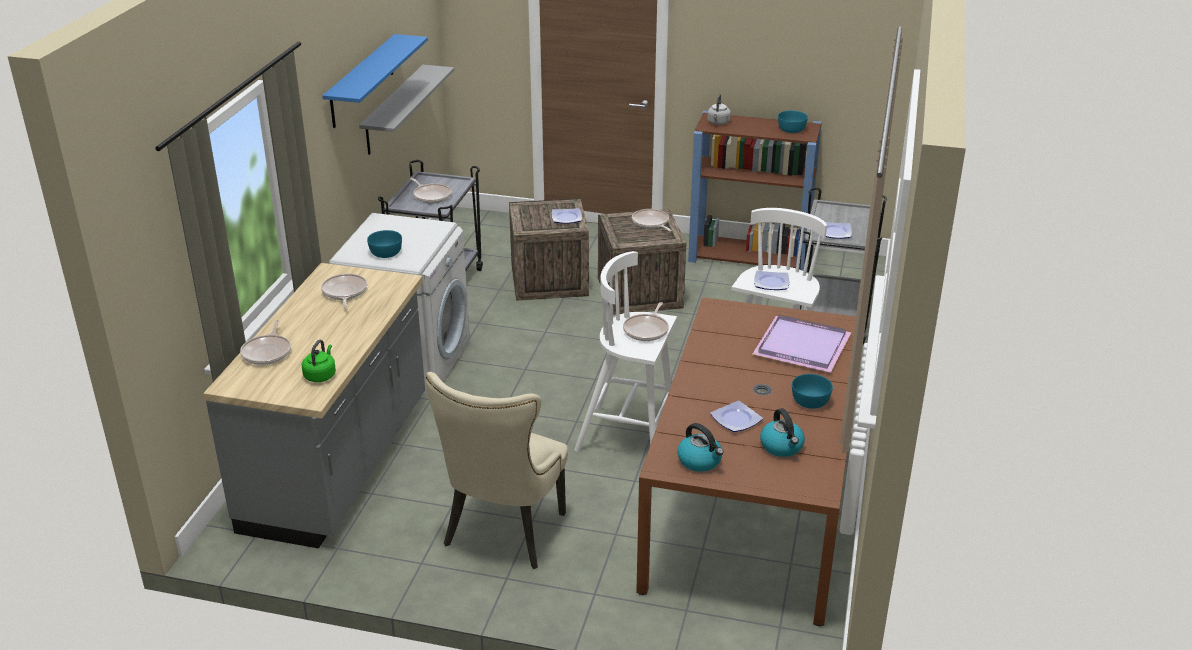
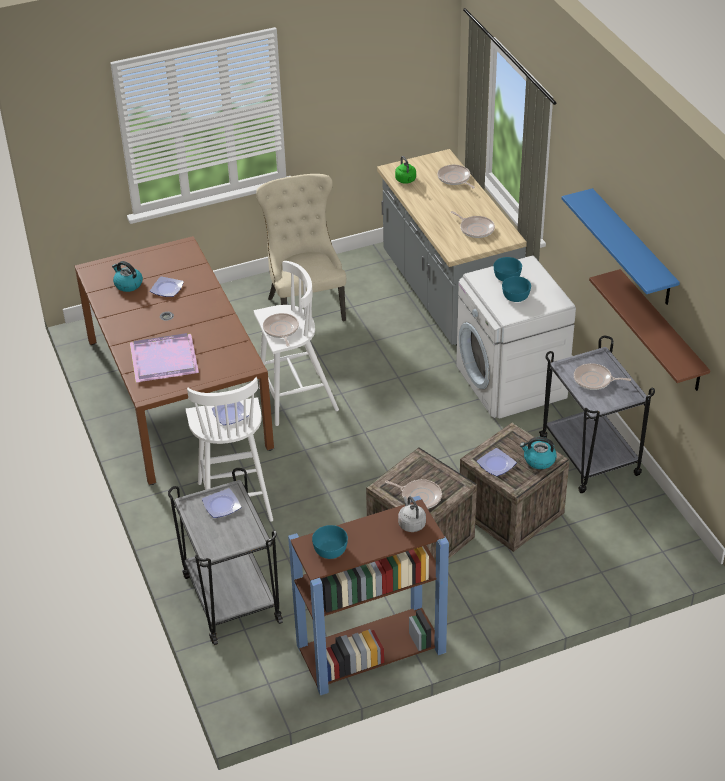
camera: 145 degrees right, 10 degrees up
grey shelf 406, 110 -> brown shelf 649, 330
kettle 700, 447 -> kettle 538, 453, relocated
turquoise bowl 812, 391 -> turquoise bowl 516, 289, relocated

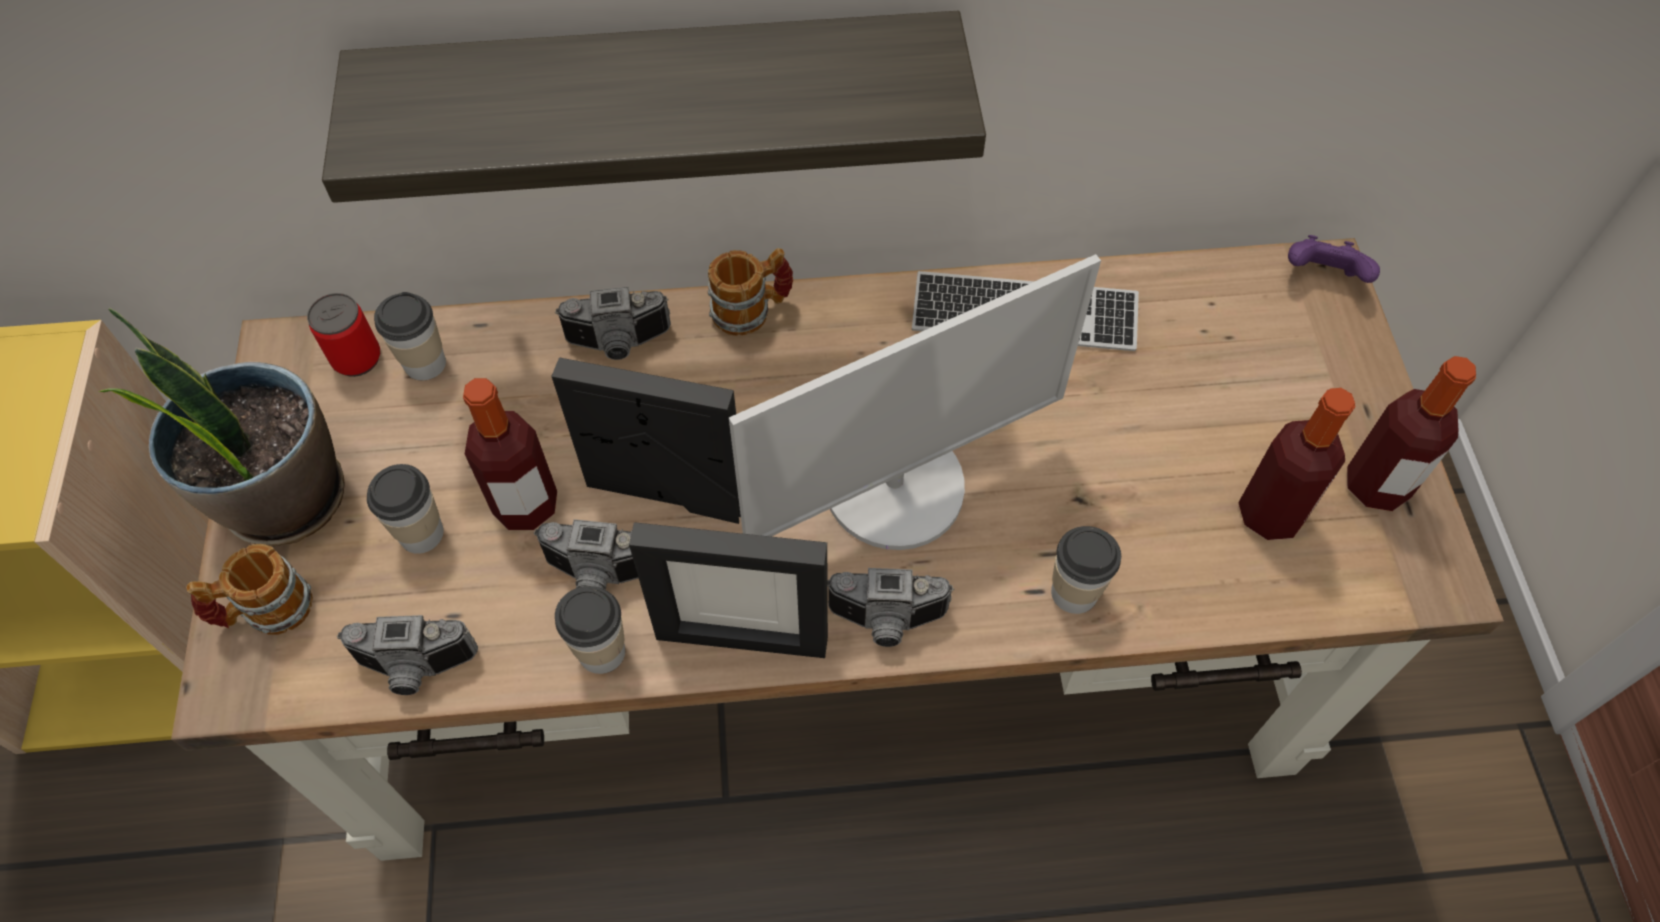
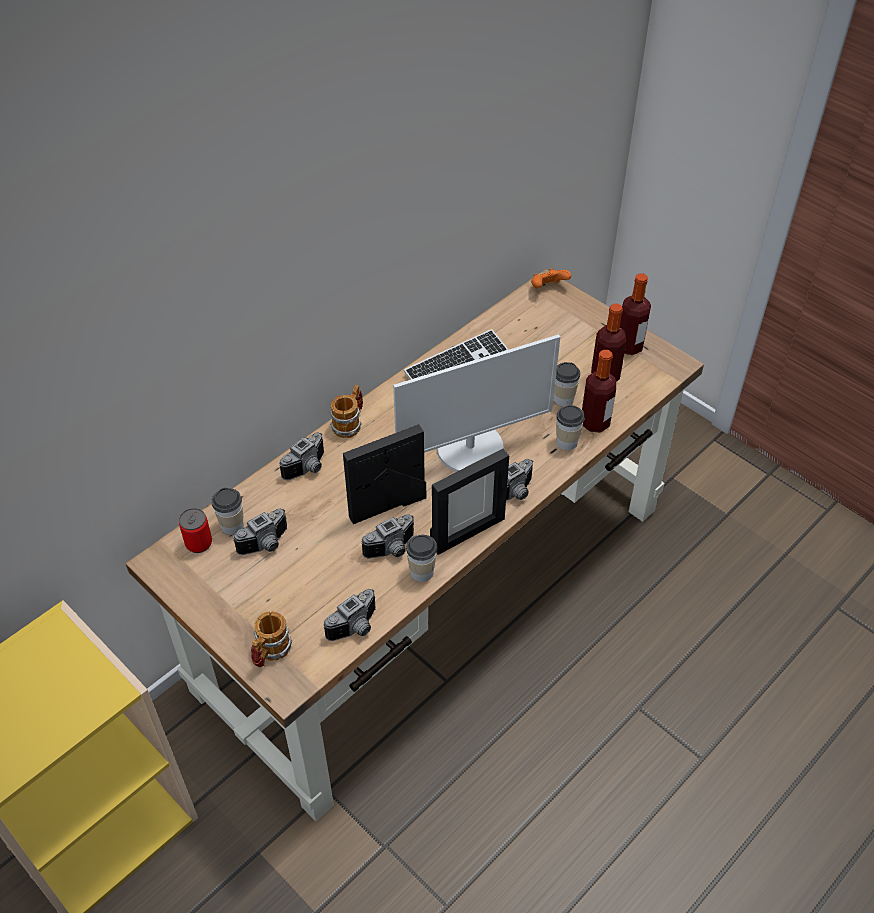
camera: 40 degrees left, 10 degrees down
potted plant 221, 426 -> none
shelf 654, 107 -> none
cup 405, 509 -> cup 567, 384, relocated
bottle 510, 454 -> bottle 599, 391, relocated
monitor 915, 402 -> monitor 476, 403, 45 degrees clockwise
purple game controller 1334, 259 -> orange game controller 551, 278
none -> photo camera 260, 531

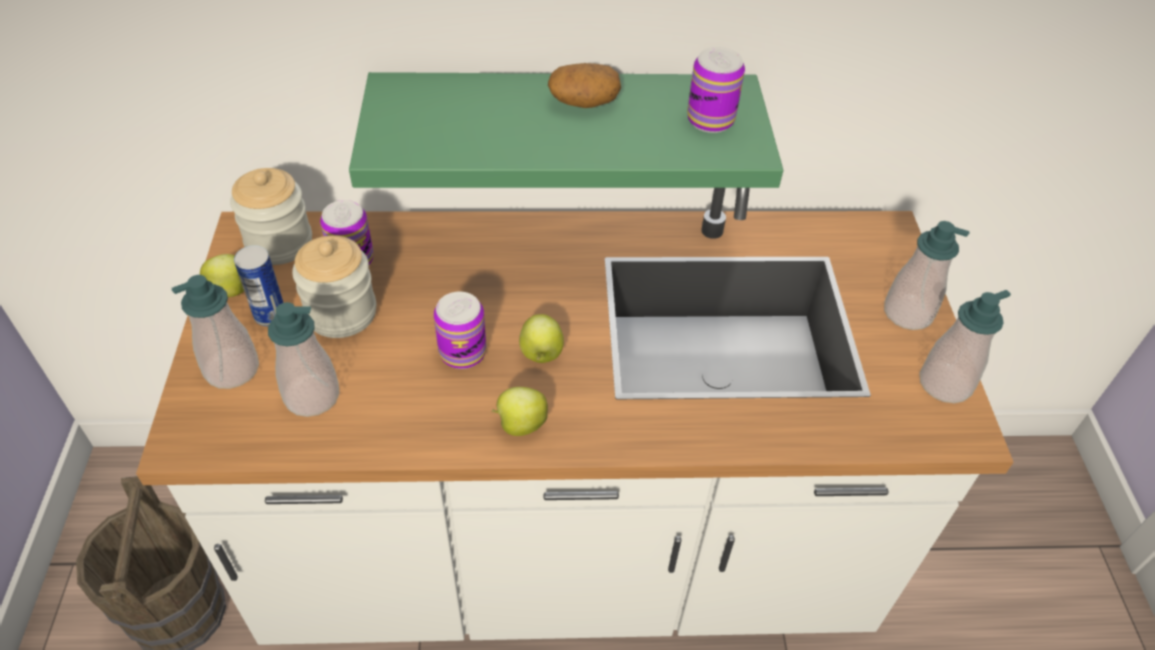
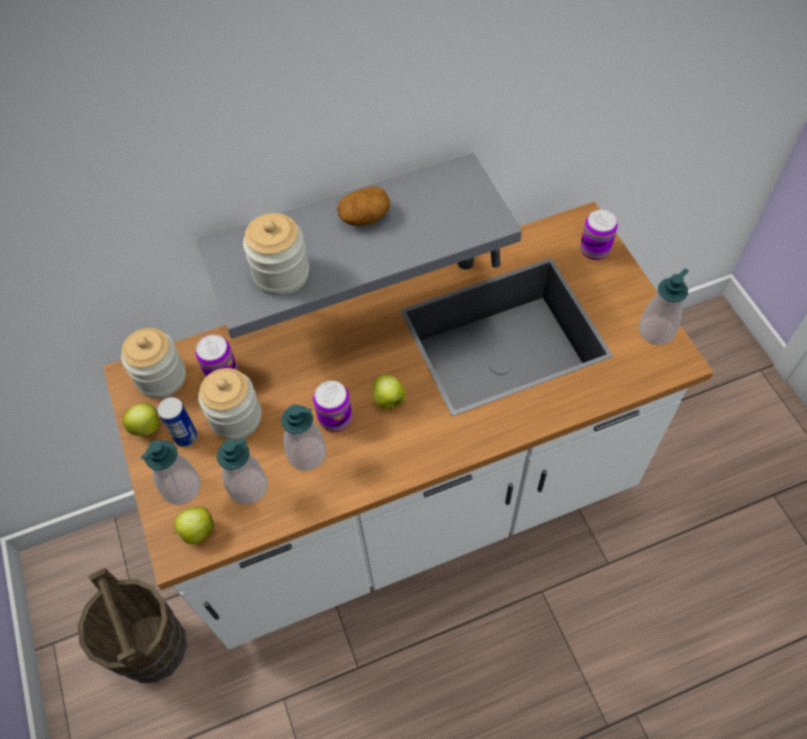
camera: 15 degrees left, 10 degrees up
green shelf 566, 130 -> grey shelf 359, 246
apple 519, 411 -> apple 193, 525, relocated
can 716, 90 -> can 599, 235, relocated
soap dispenser 926, 275 -> soap dispenser 303, 437, relocated
none -> jar 276, 254

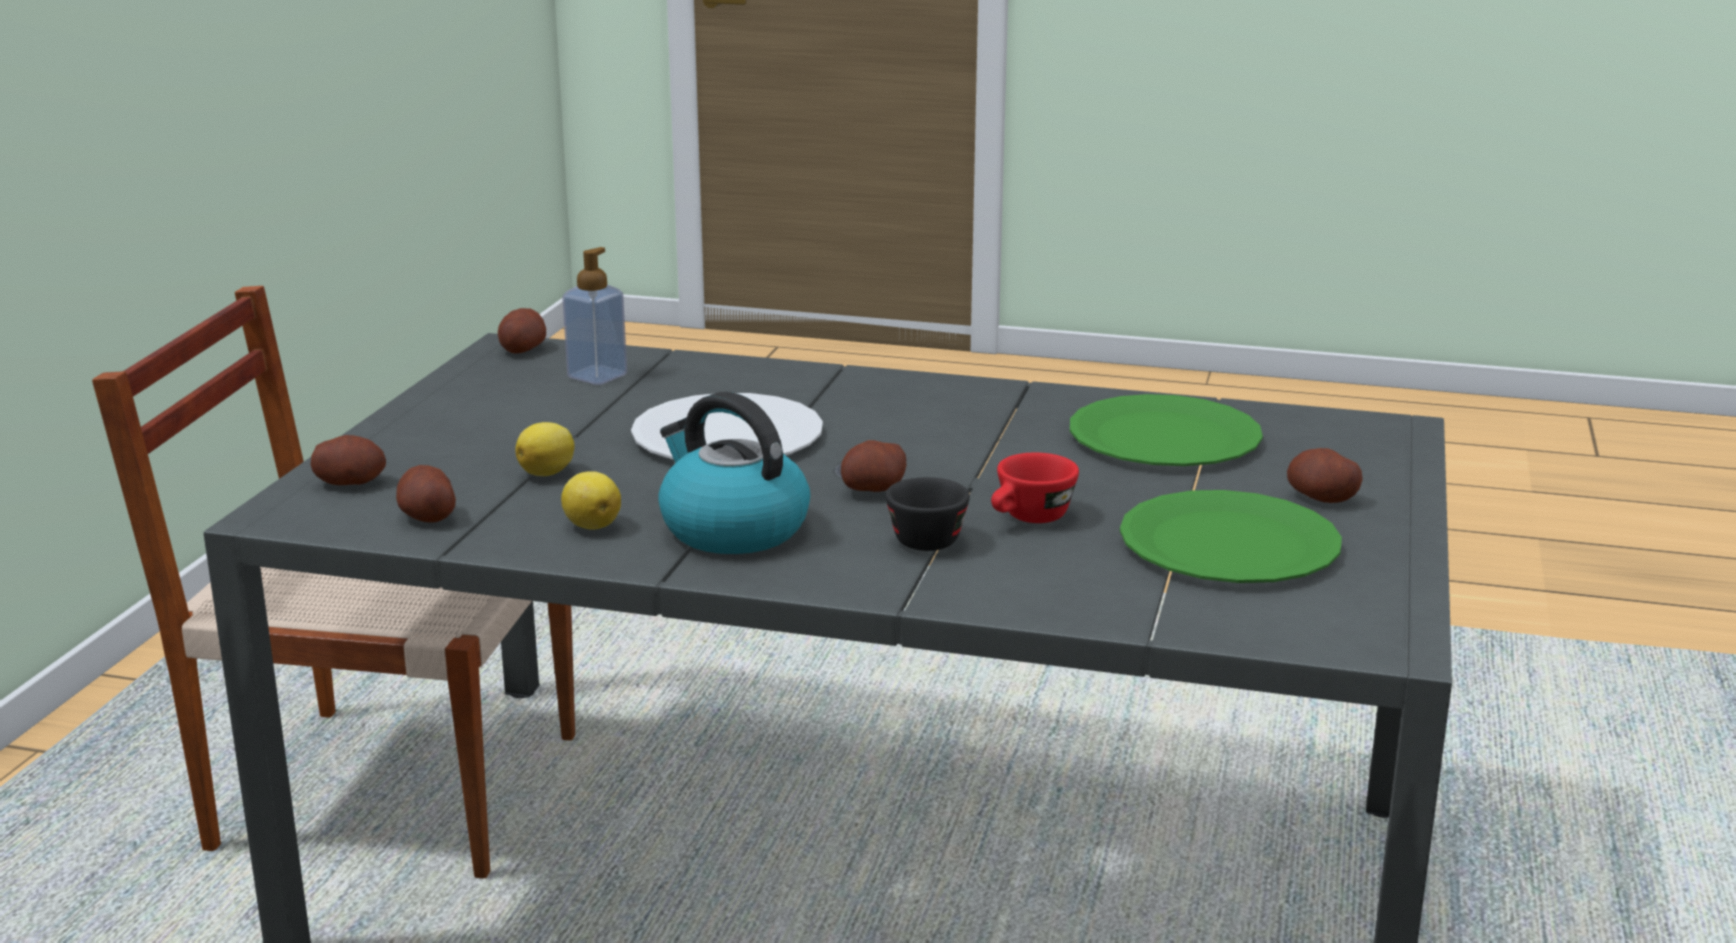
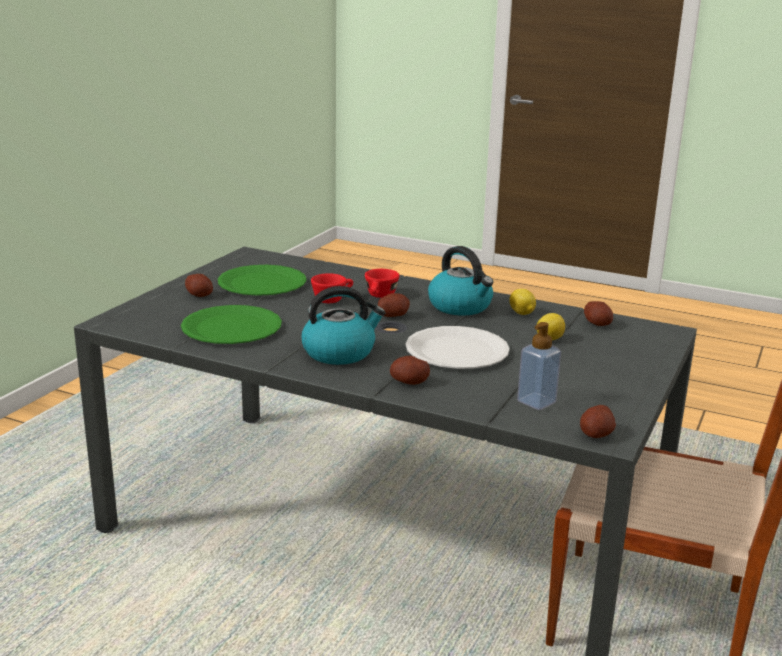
camera: 170 degrees left, 0 degrees up
potato 348, 460 -> potato 410, 370, relocated
black cup 927, 514 -> red cup 382, 283
none -> kettle 343, 325

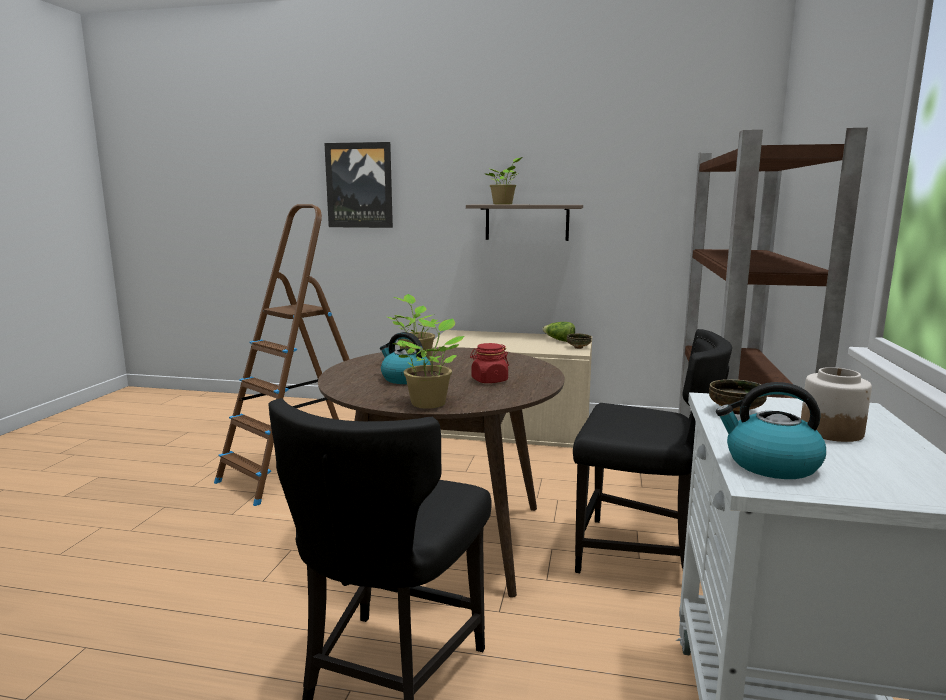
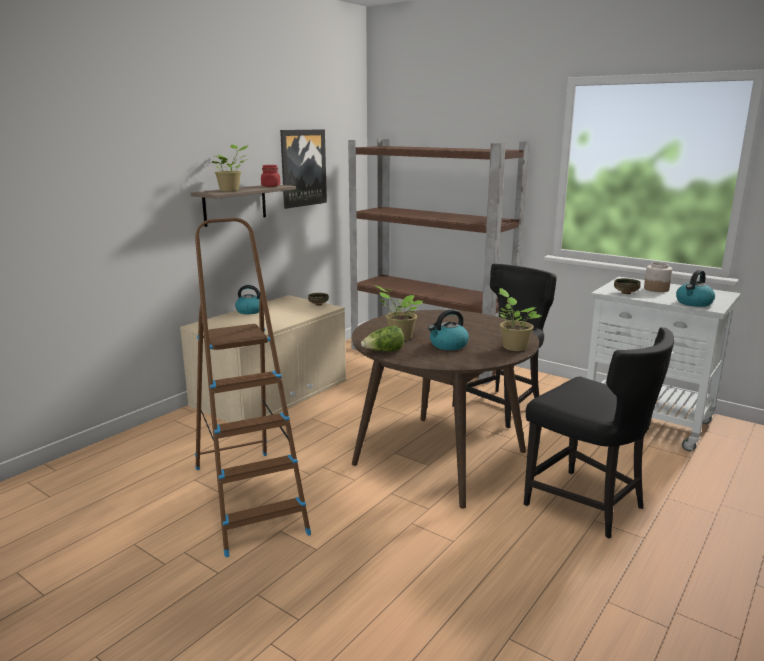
camera: 65 degrees left, 5 degrees up
picture 358, 185 -> picture 303, 169, relocated
red jar 489, 363 -> red jar 270, 176, relocated
lettuce 558, 332 -> lettuce 382, 338, relocated
none -> kettle 251, 299

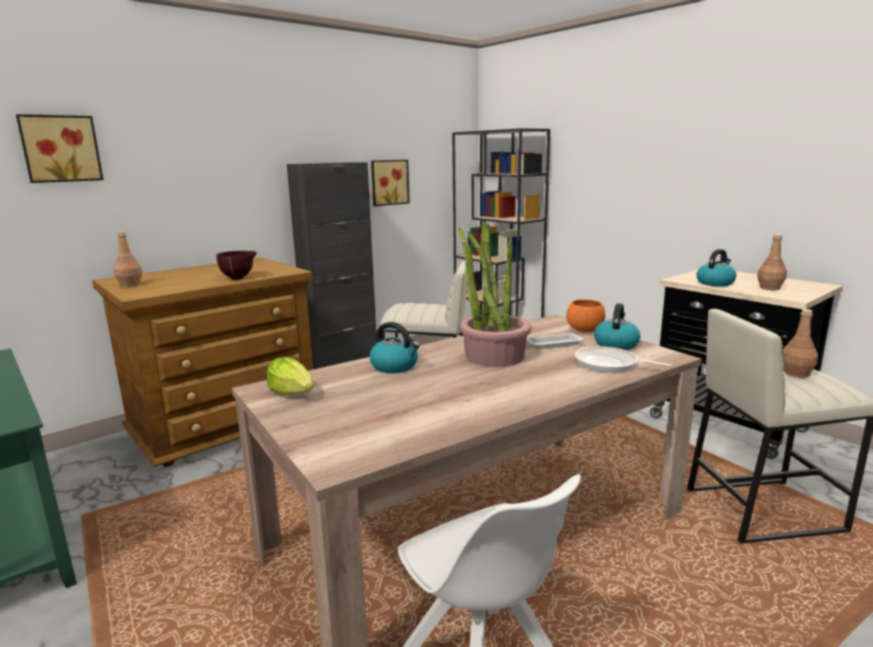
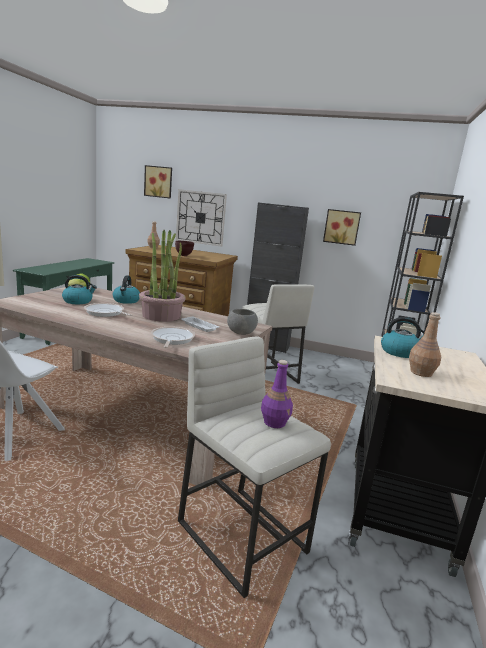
camera: 55 degrees right, 0 degrees up
orange bowl 585, 316 -> grey bowl 242, 322
kettle 617, 326 -> kettle 79, 289, relocated
brown bottle 800, 343 -> purple bottle 277, 394
none -> frying pan 108, 310
none -> wall clock 201, 218

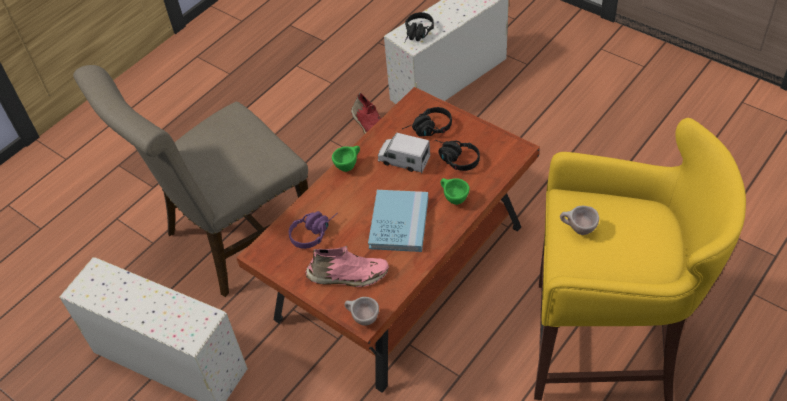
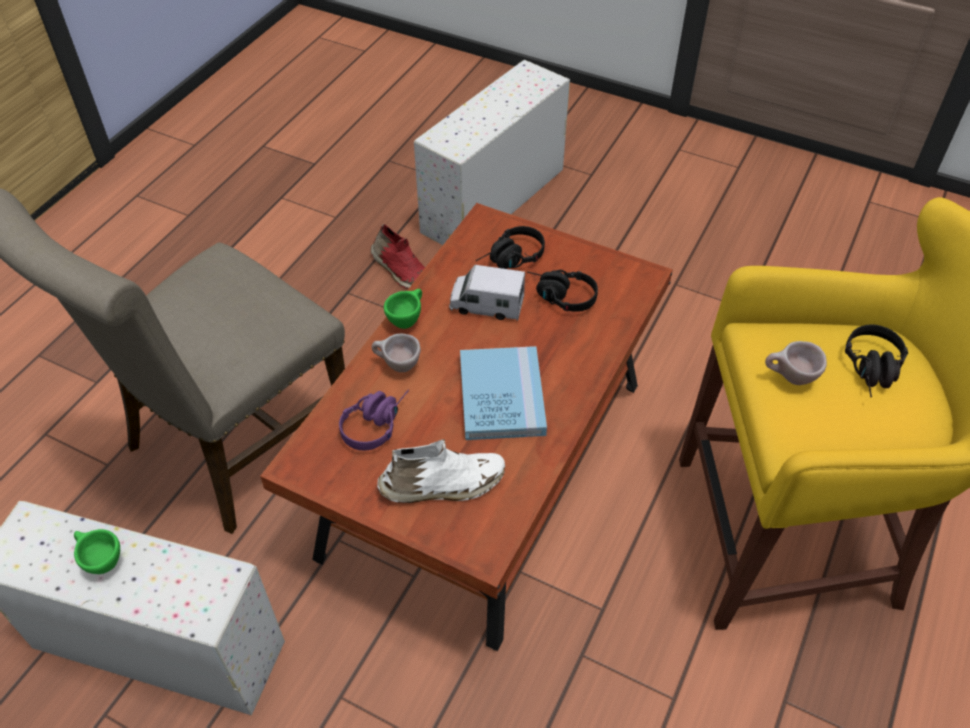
camera: 15 degrees left, 0 degrees up
pink shoe 347, 266 -> white shoe 441, 471
beige cup 361, 311 -> beige cup 396, 353, relocated
black headphones 419, 27 -> black headphones 876, 361, relocated
green cup 455, 191 -> green cup 97, 551, relocated

